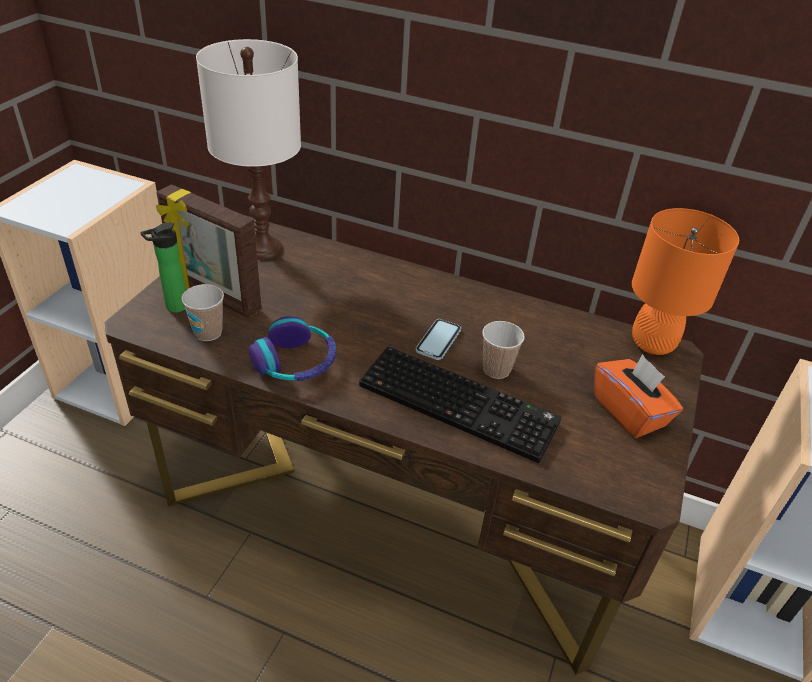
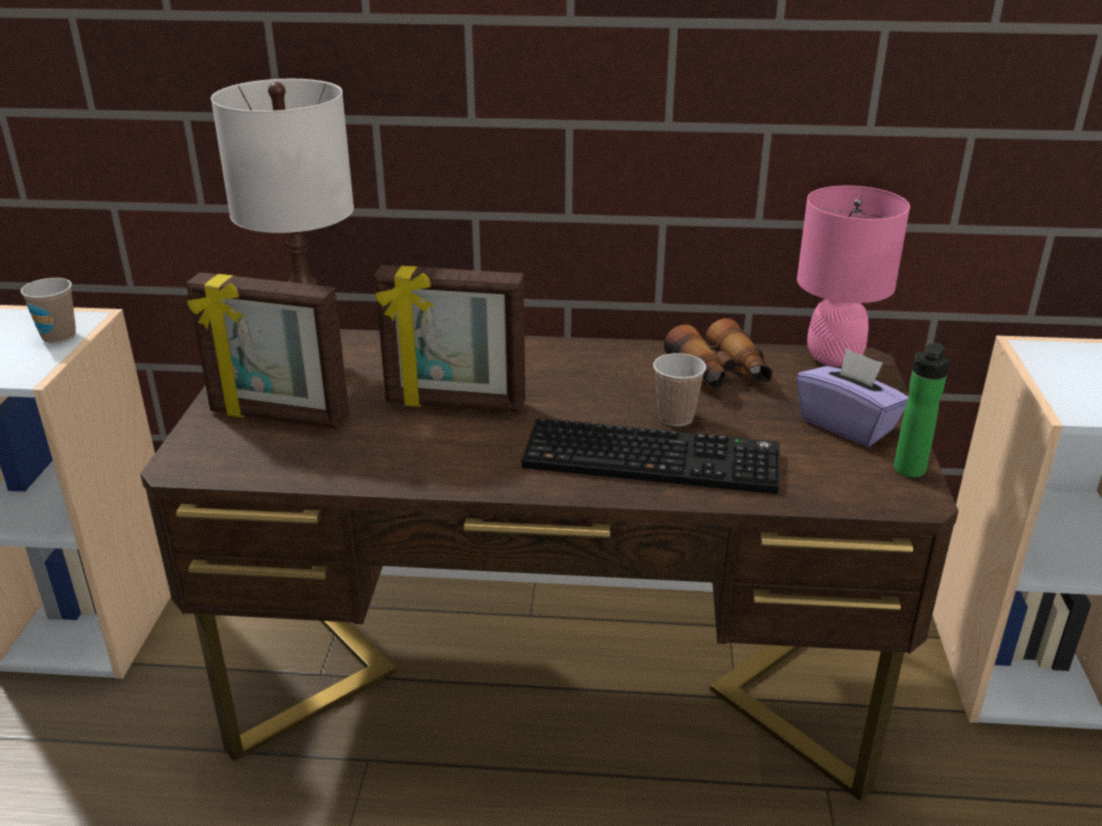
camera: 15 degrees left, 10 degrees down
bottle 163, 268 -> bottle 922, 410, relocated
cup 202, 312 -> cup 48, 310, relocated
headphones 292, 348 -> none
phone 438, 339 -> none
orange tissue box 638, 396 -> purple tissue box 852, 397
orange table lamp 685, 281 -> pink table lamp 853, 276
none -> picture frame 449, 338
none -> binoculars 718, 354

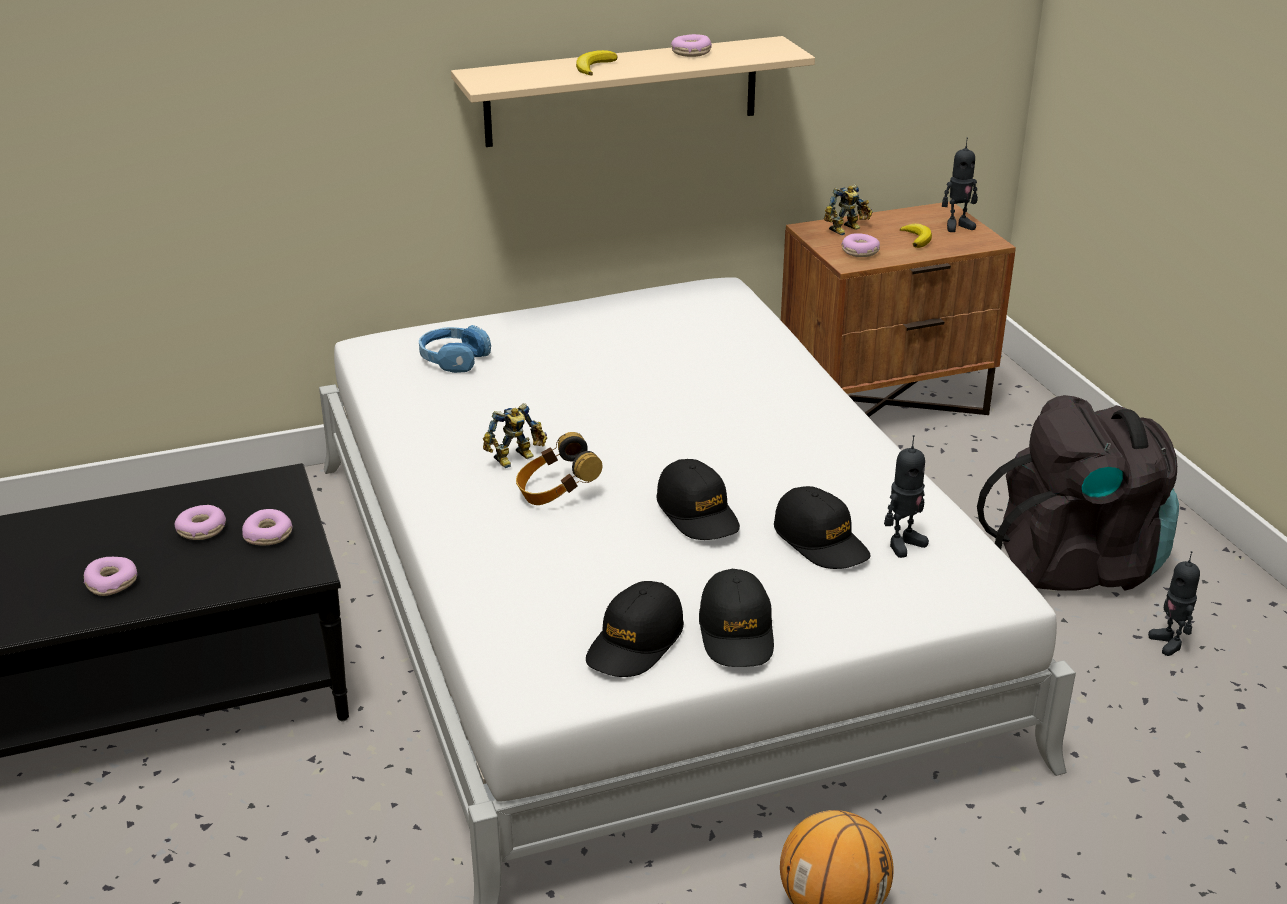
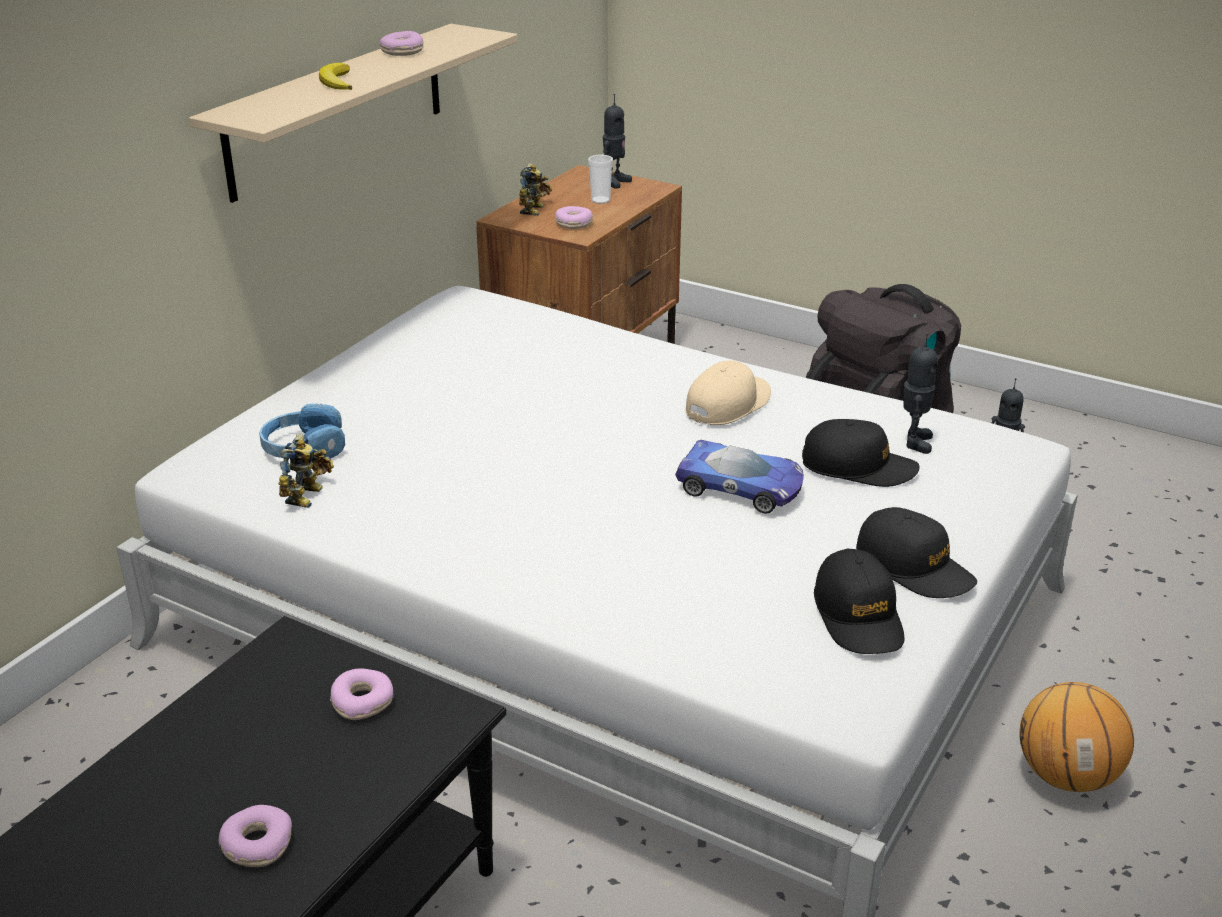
camera: 40 degrees left, 0 degrees up
donut 200, 522 -> none
toy robot 515, 435 -> toy robot 306, 470, relocated
headphones 559, 468 -> none
black cap 698, 499 -> toy car 739, 477
banana 916, 236 -> cup 600, 179
none -> beige cap 728, 392

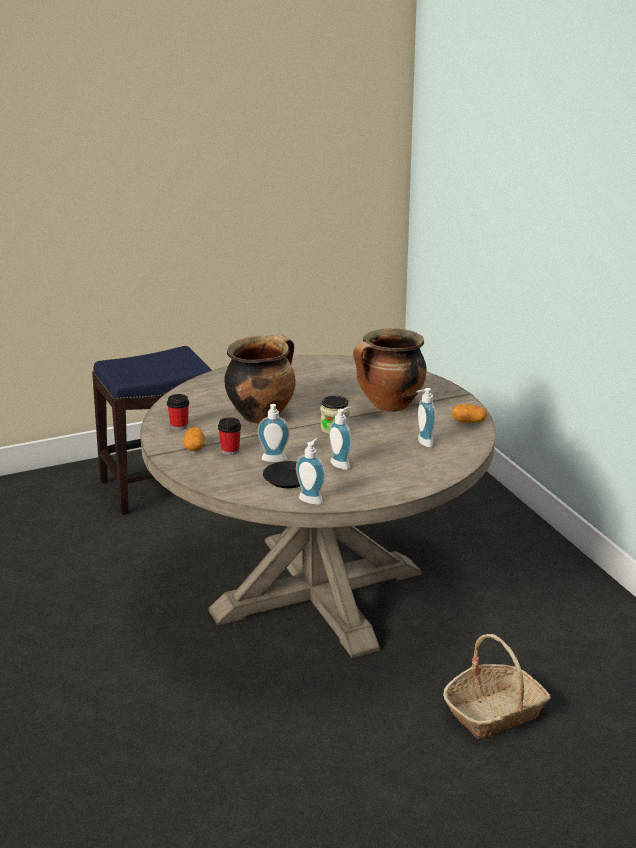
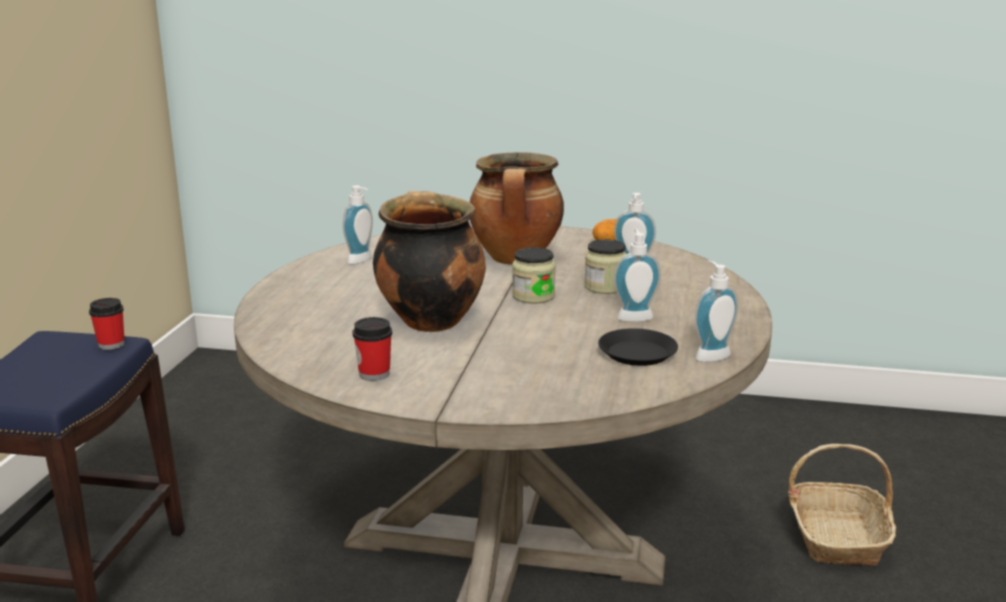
camera: 55 degrees left, 5 degrees down
potato 194, 439 -> none
cup 229, 436 -> cup 106, 324, relocated
soap dispenser 273, 433 -> soap dispenser 358, 225, relocated
none -> jar 605, 266

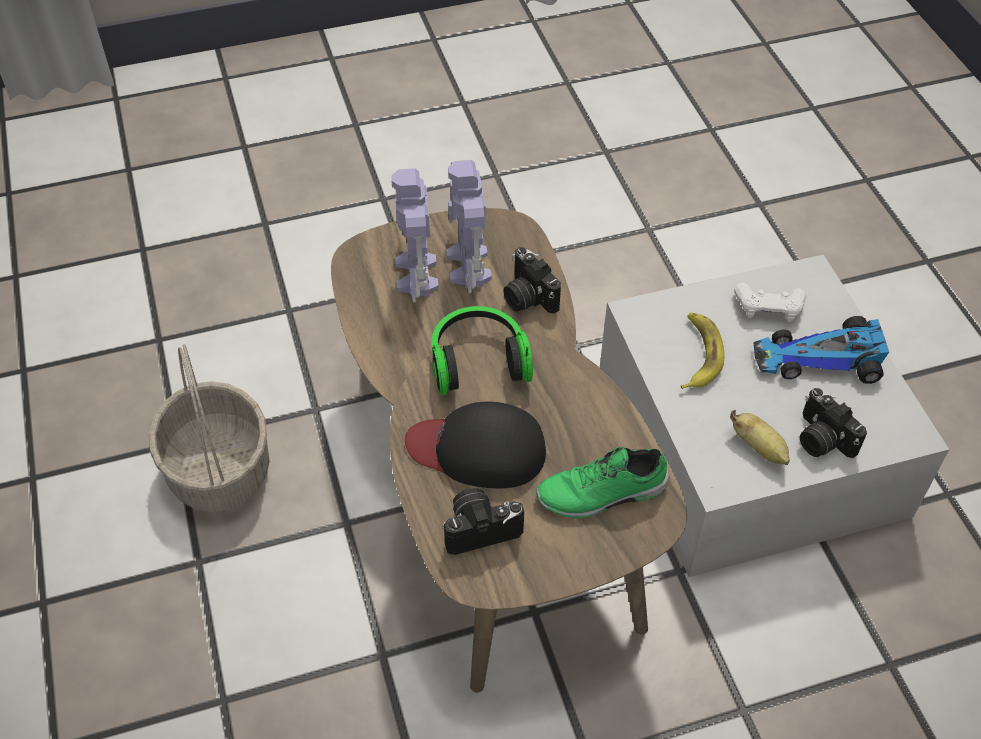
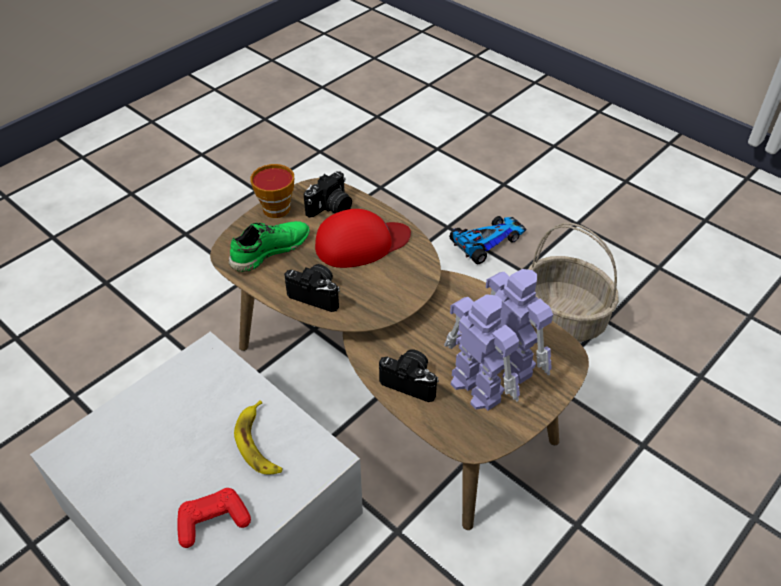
camera: 150 degrees right, 5 degrees down
black cap 475, 445 -> red cap 363, 238
headphones 482, 351 -> none
banana 760, 437 -> none
white game controller 770, 302 -> red game controller 214, 518
toy car 821, 350 -> toy car 487, 240, relocated
photo camera 833, 423 -> photo camera 312, 288, relocated
none -> cup 272, 191

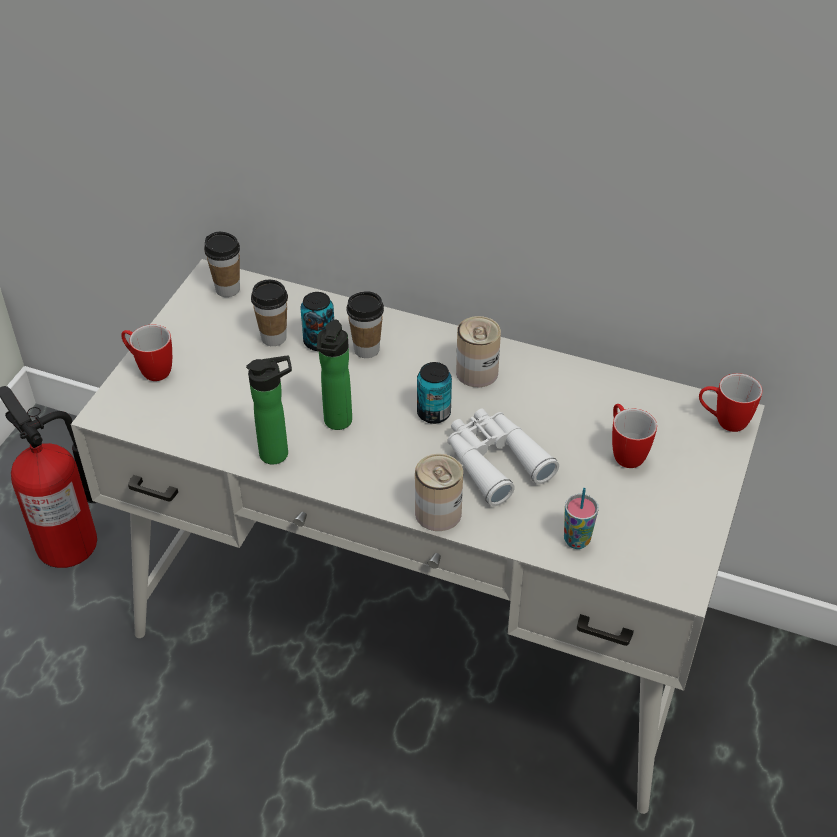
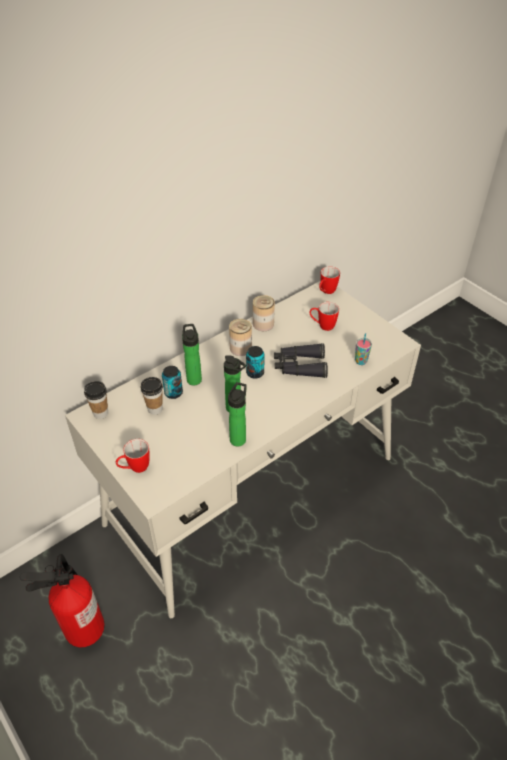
camera: 60 degrees left, 0 degrees up
cup 365, 324 -> bottle 192, 354
can 439, 492 -> can 264, 313, relocated
white binoculars 503, 457 -> black binoculars 301, 360

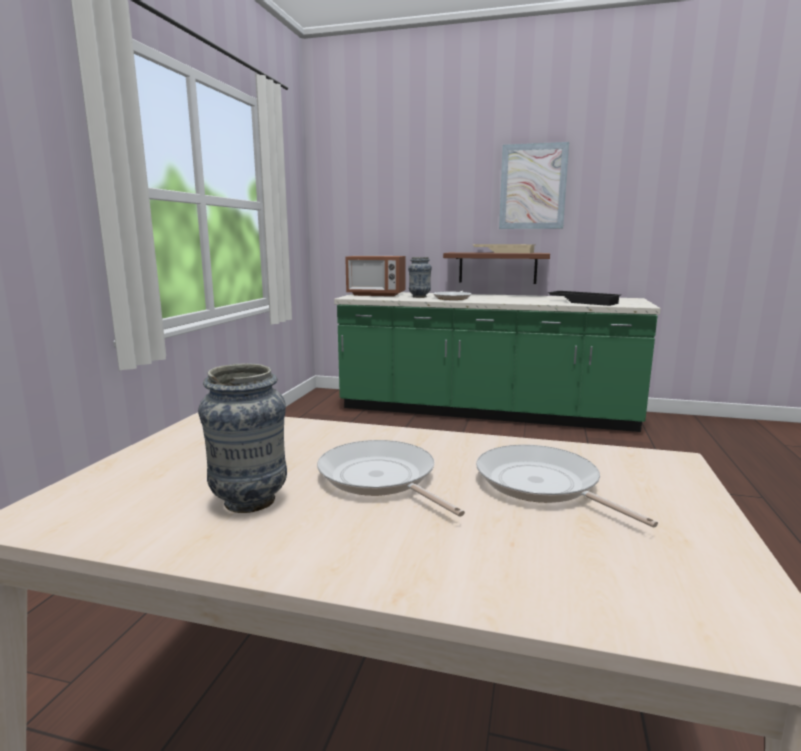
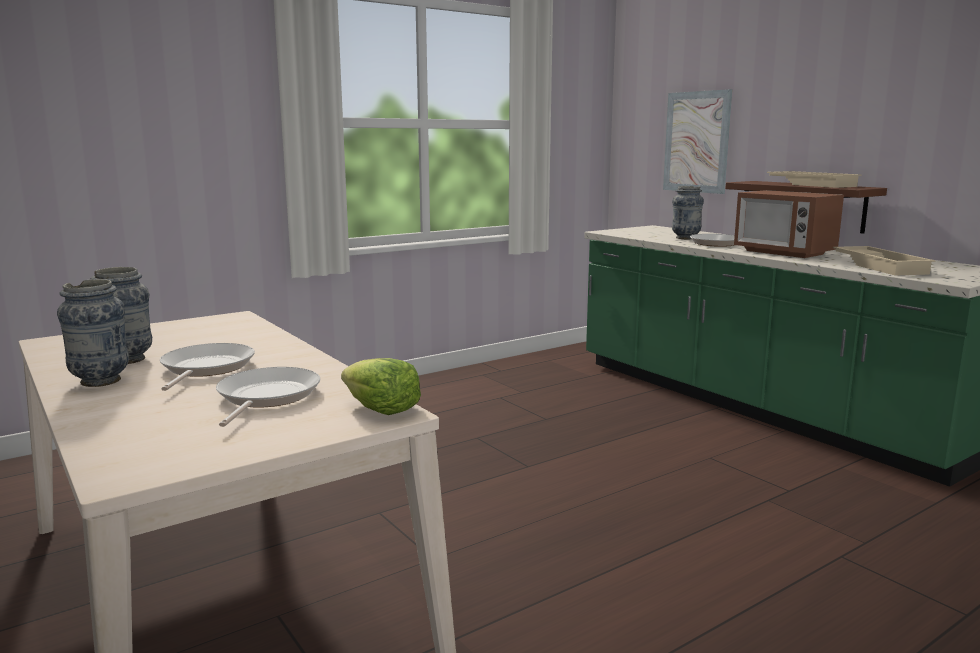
camera: 40 degrees right, 0 degrees up
microwave 375, 276 -> microwave 789, 224, relocated
picture 534, 185 -> picture 698, 141, relocated
black tray 584, 298 -> beige tray 884, 261
none -> vase 93, 333
none -> lettuce 381, 386

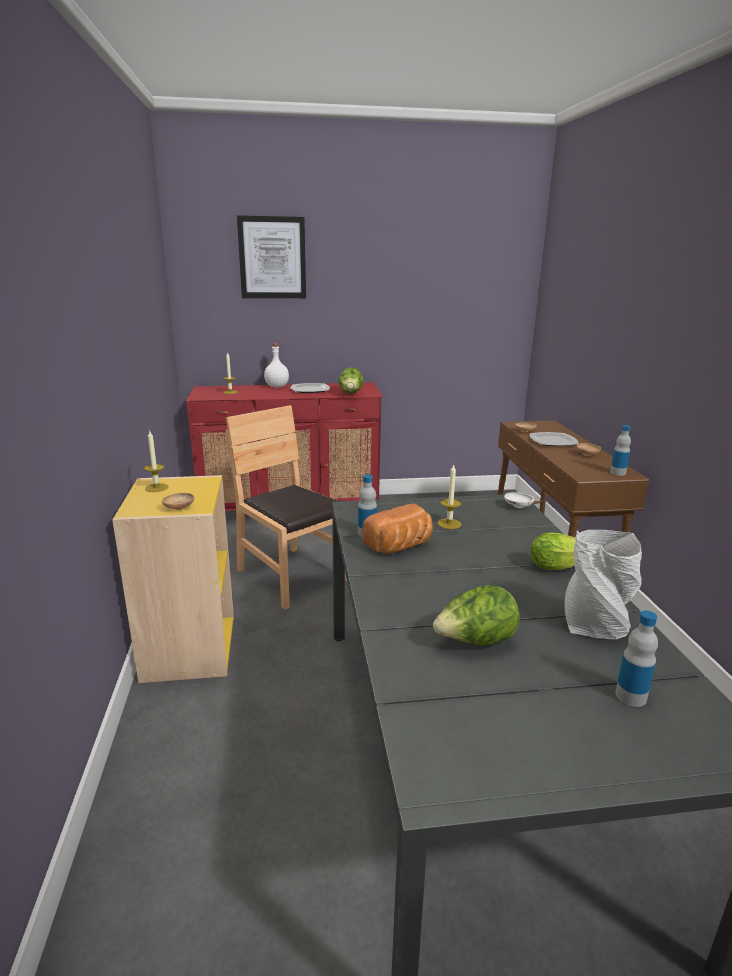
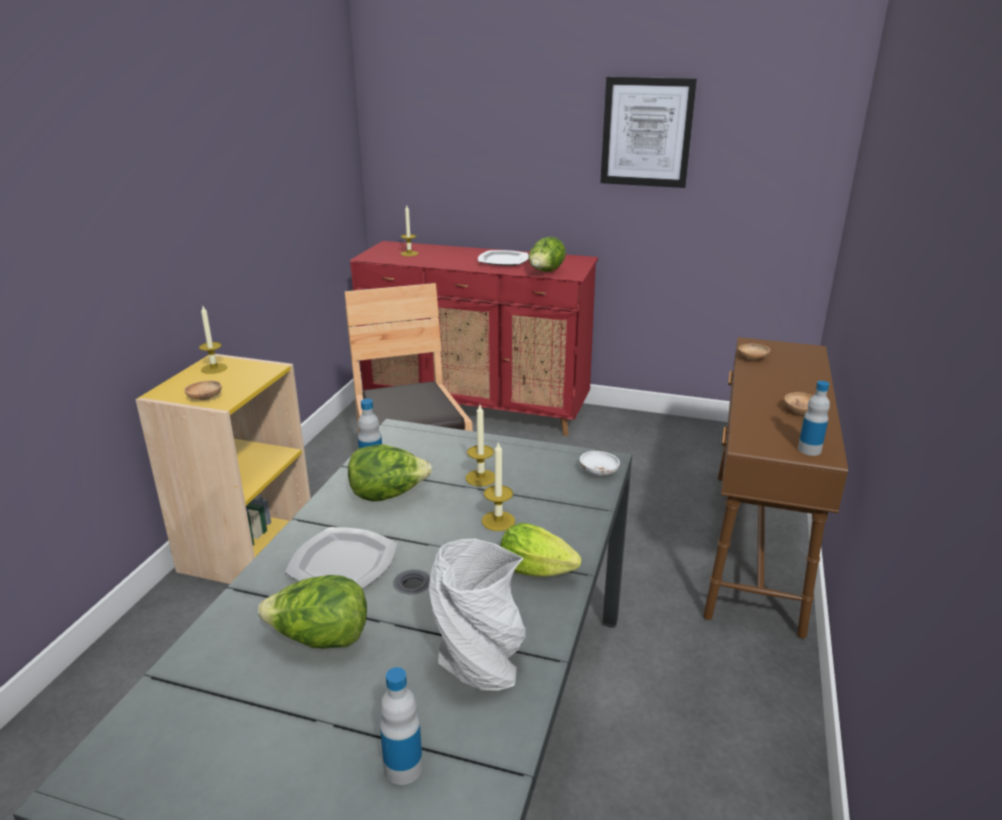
camera: 25 degrees right, 5 degrees up
picture 271, 256 -> picture 648, 132, relocated
white bottle 276, 365 -> none
bread 397, 529 -> lettuce 390, 473
plate 554, 439 -> plate 341, 558, relocated
none -> candle 498, 486

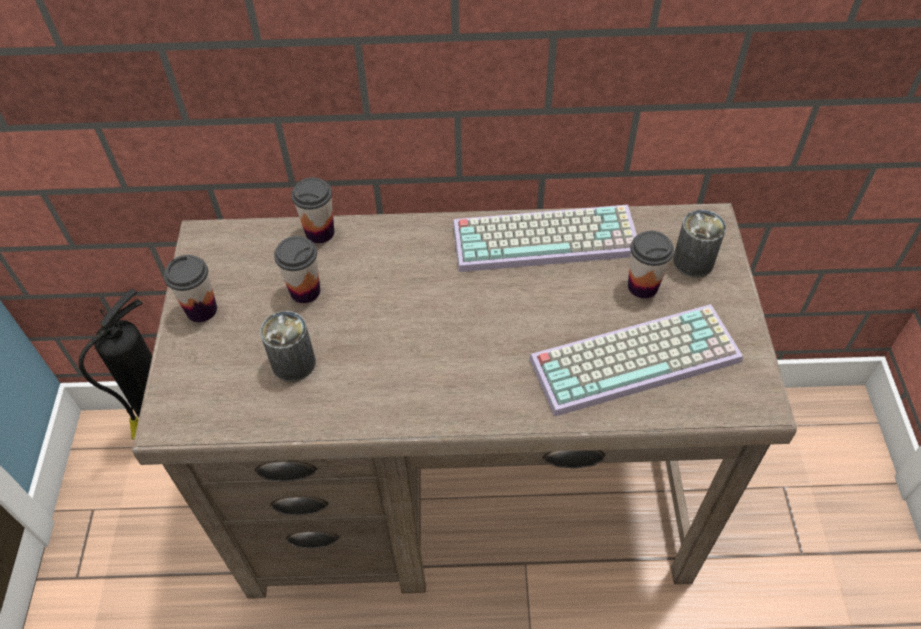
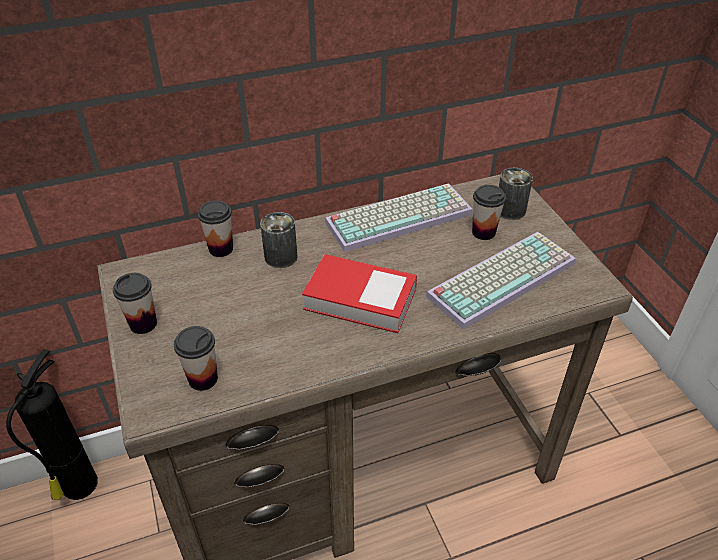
camera: 20 degrees left, 10 degrees down
can 288, 346 -> can 279, 240, relocated
cup 297, 269 -> cup 196, 358, relocated
none -> book 359, 293

